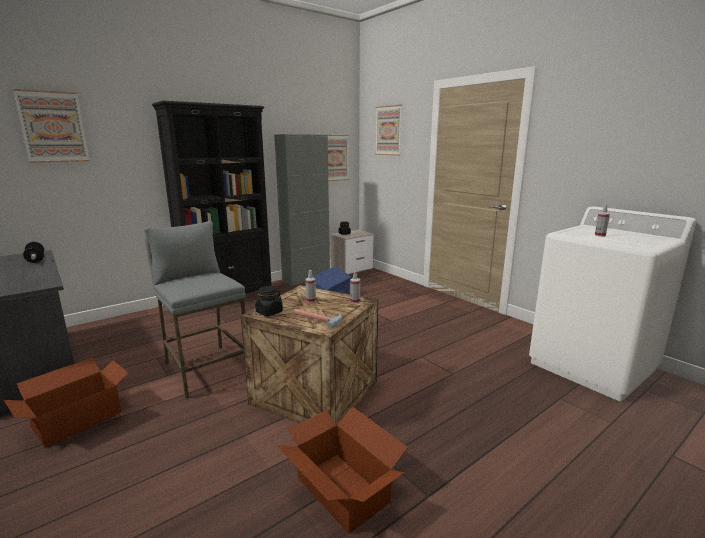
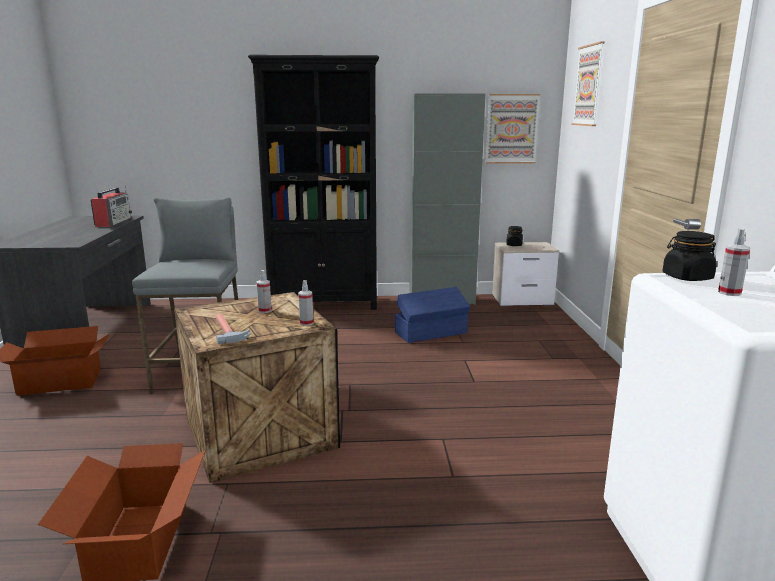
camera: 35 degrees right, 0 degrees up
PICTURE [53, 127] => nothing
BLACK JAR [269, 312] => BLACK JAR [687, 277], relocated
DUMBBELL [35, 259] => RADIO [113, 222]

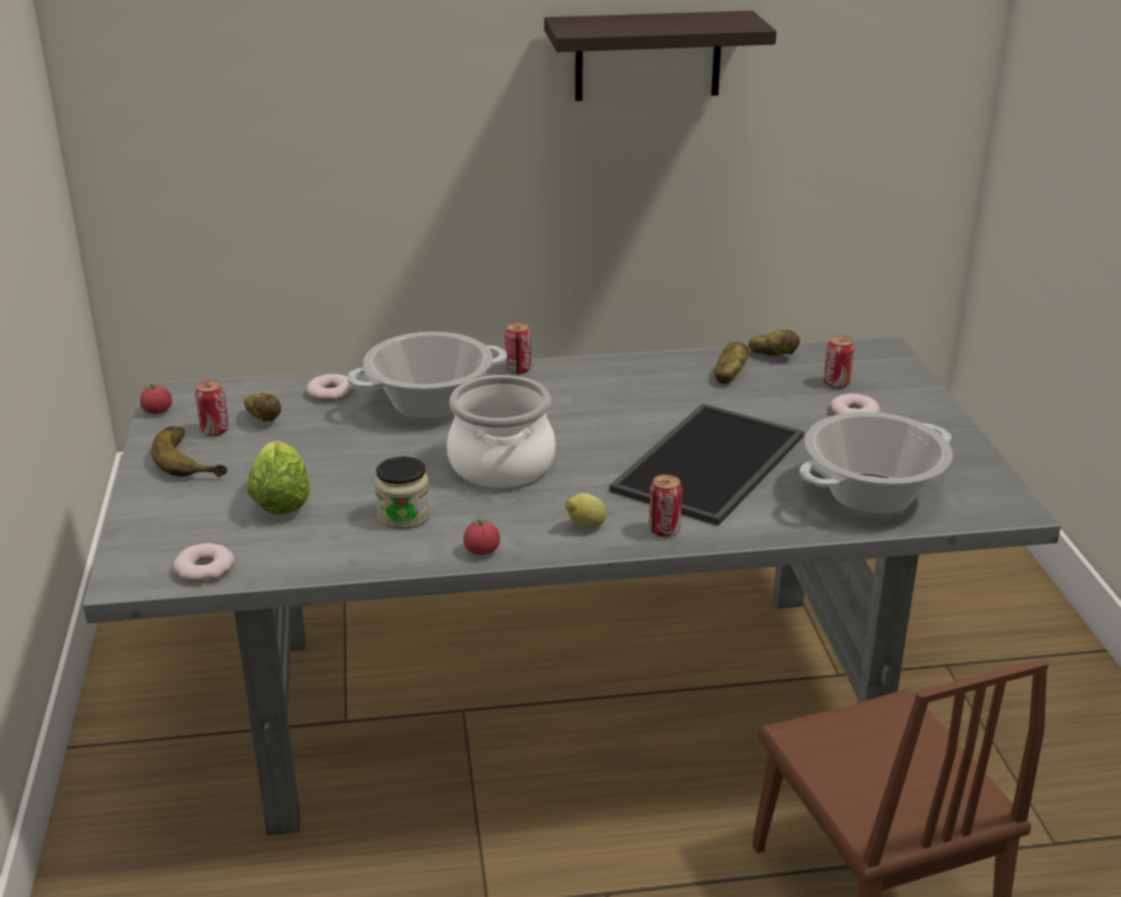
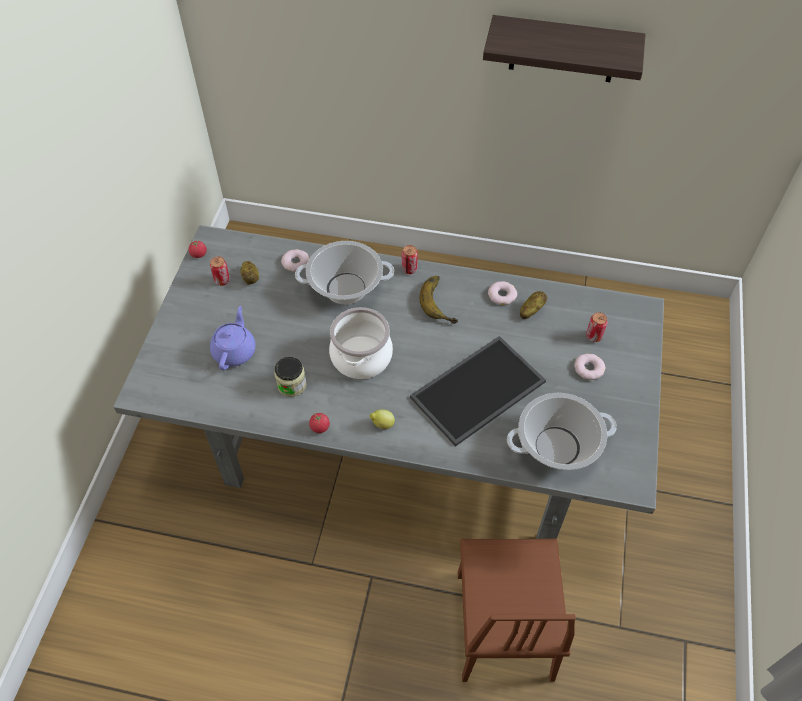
camera: 20 degrees right, 25 degrees up
CAN [664, 530] => nothing
POTATO [773, 356] => nothing
BANANA [195, 457] => BANANA [442, 301], relocated
DONUT [205, 568] => DONUT [502, 295], relocated
LETTUCE [281, 498] => PURPLE TEAPOT [235, 351]

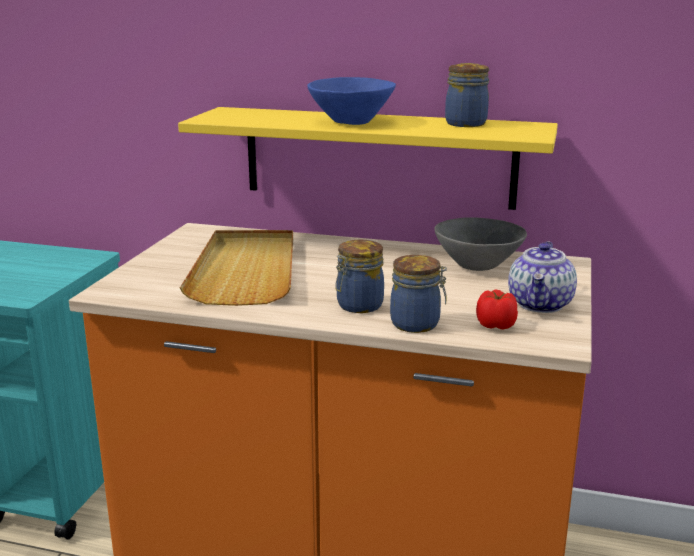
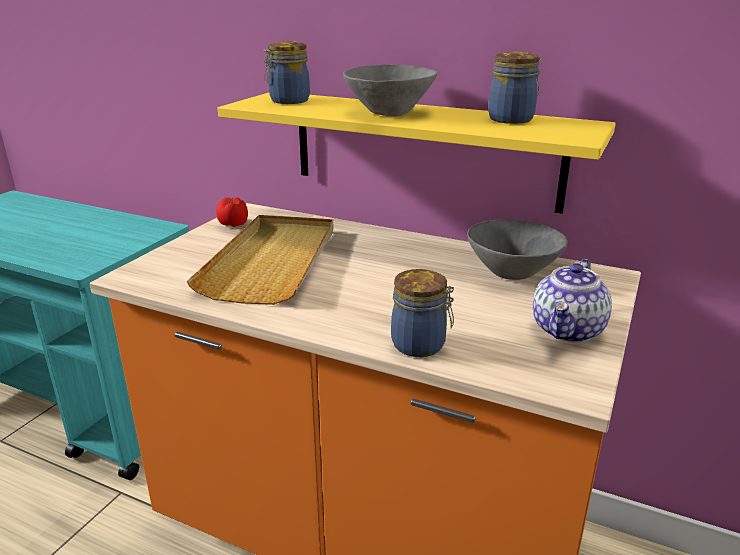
camera: 10 degrees right, 5 degrees up
JAR [358, 306] => JAR [288, 101], relocated
TOMATO [495, 325] => TOMATO [234, 224], relocated
BLUE BOWL [351, 122] => GREY BOWL [388, 113]

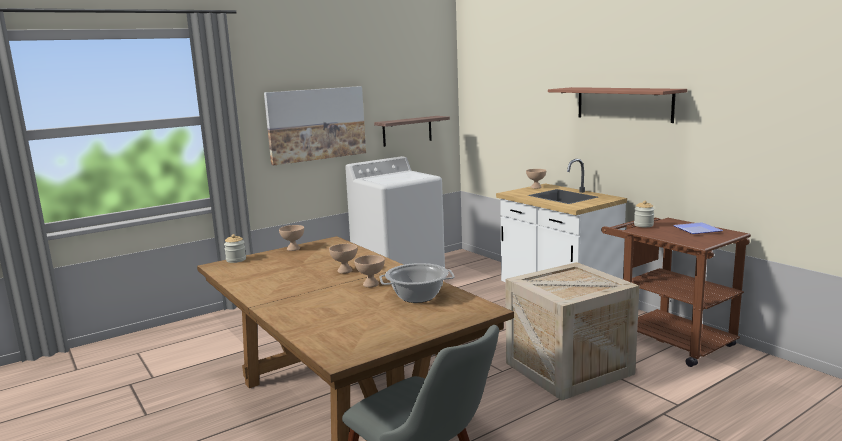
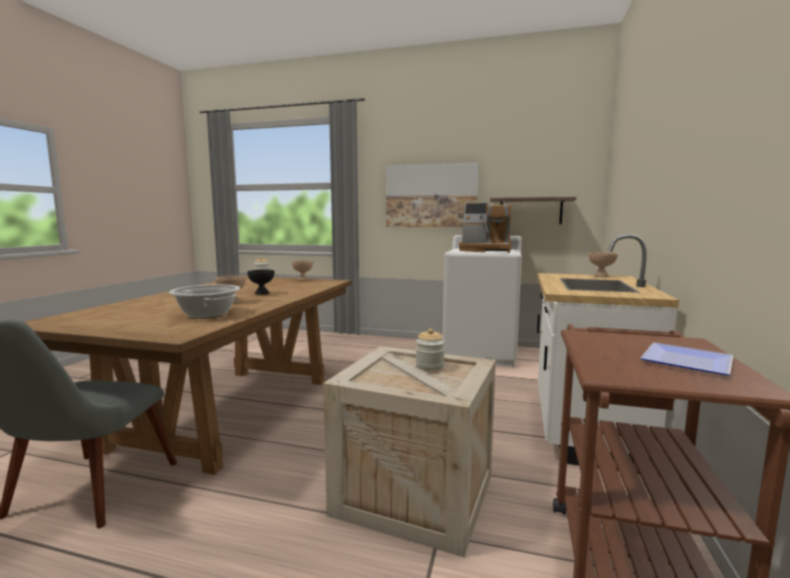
camera: 50 degrees right, 5 degrees down
SHELF [623, 104] => nothing
nothing => COFFEE MACHINE [486, 250]
JAR [643, 225] => JAR [430, 366], relocated
BEIGE BOWL [345, 271] => BLACK BOWL [261, 293]

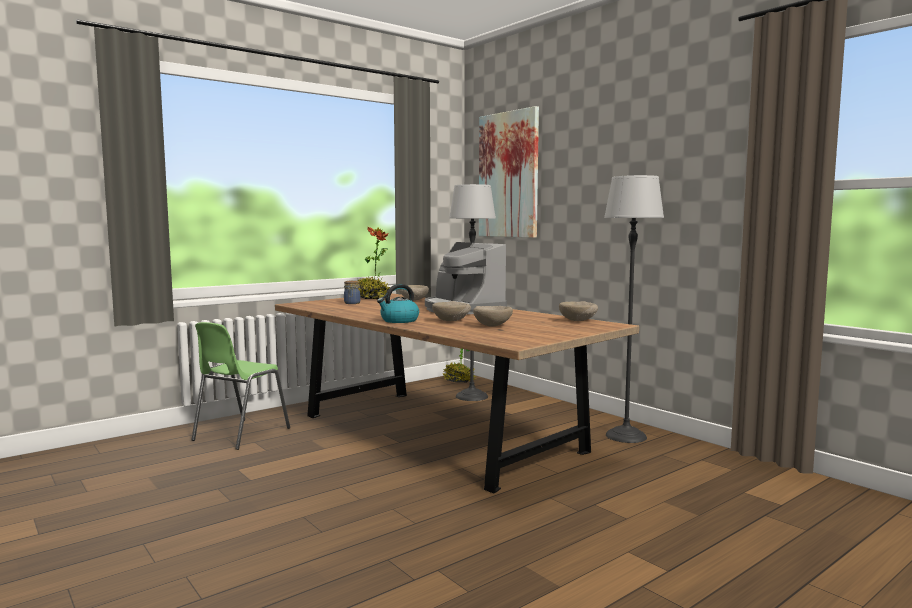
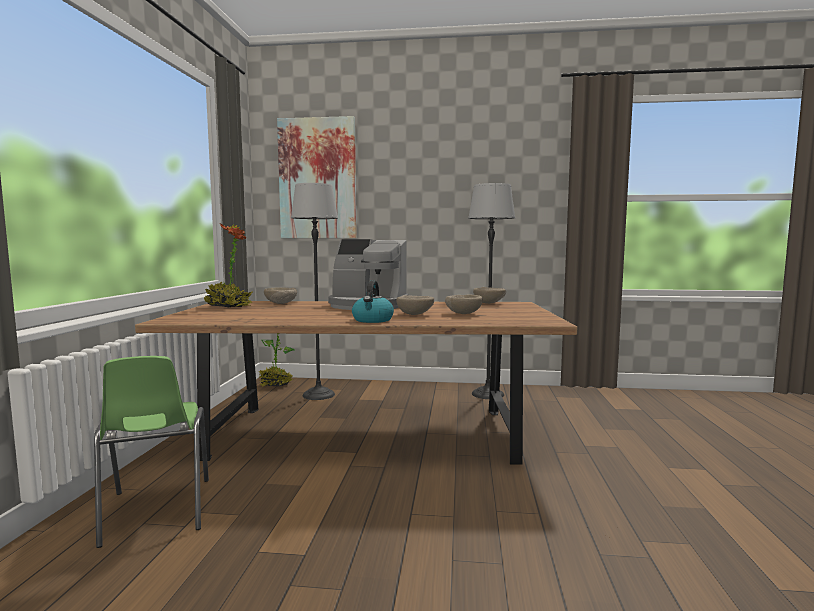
camera: 45 degrees left, 0 degrees up
JAR [352, 303] => nothing

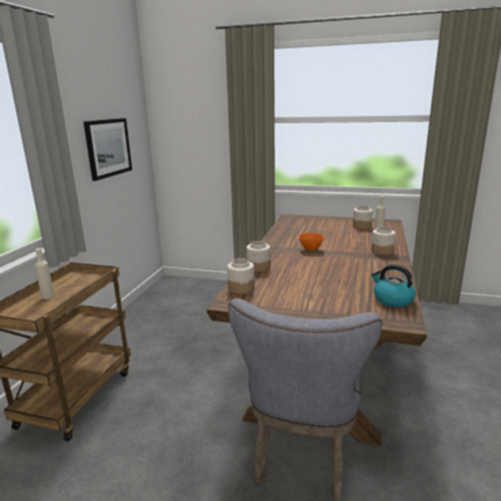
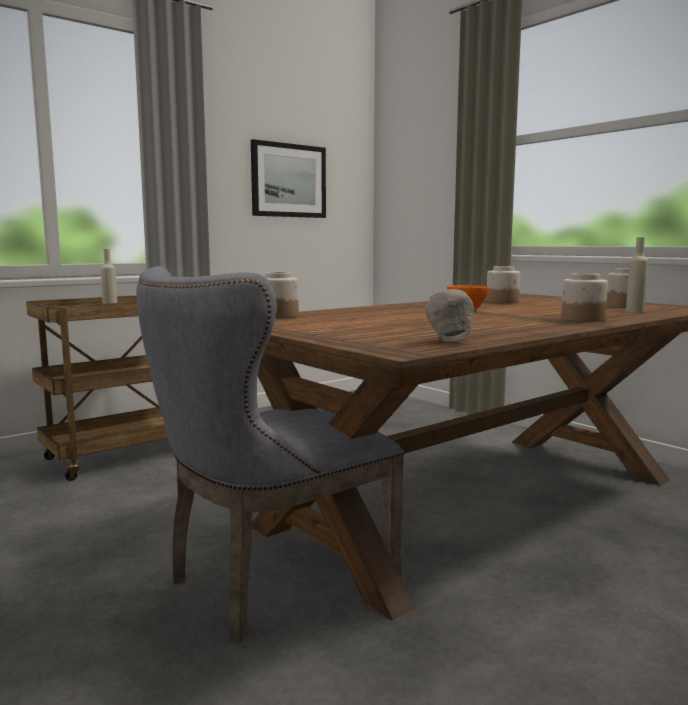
camera: 35 degrees right, 10 degrees down
JAR [259, 267] => JAR [502, 301], relocated
KETTLE [392, 300] => GREY BOWL [449, 341]

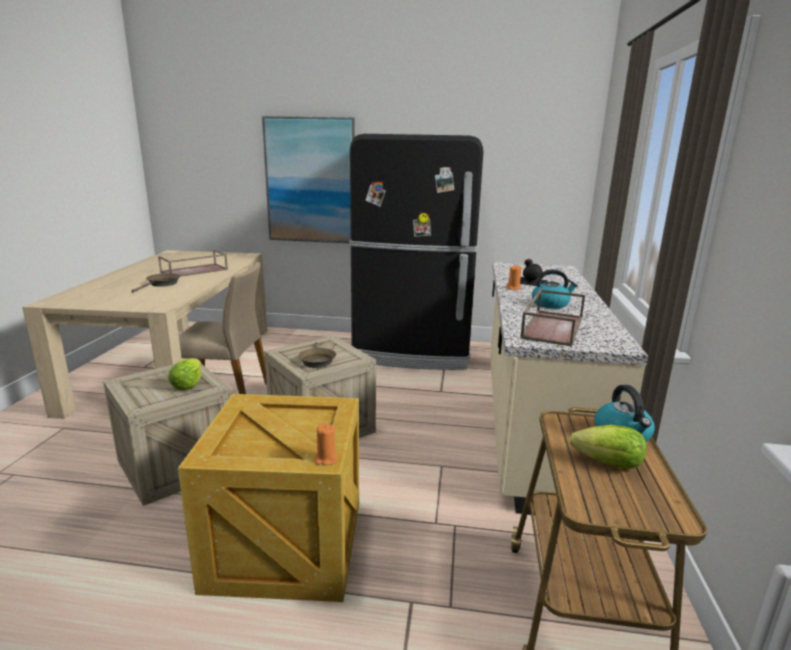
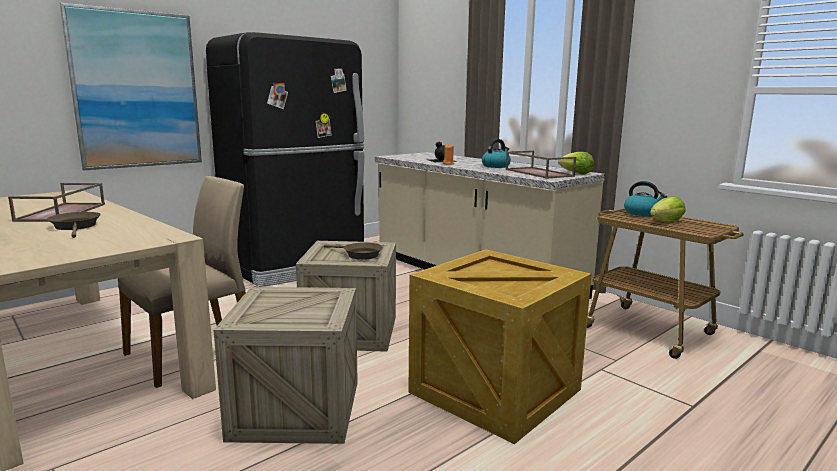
camera: 50 degrees left, 5 degrees down
ORANGE CANDLE [326, 459] => nothing
LETTUCE [187, 385] => LETTUCE [576, 173], relocated

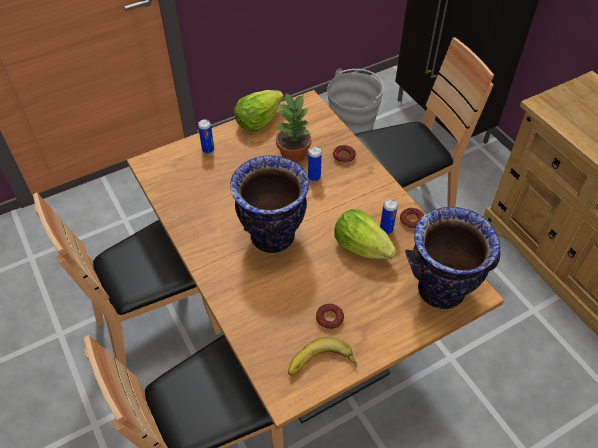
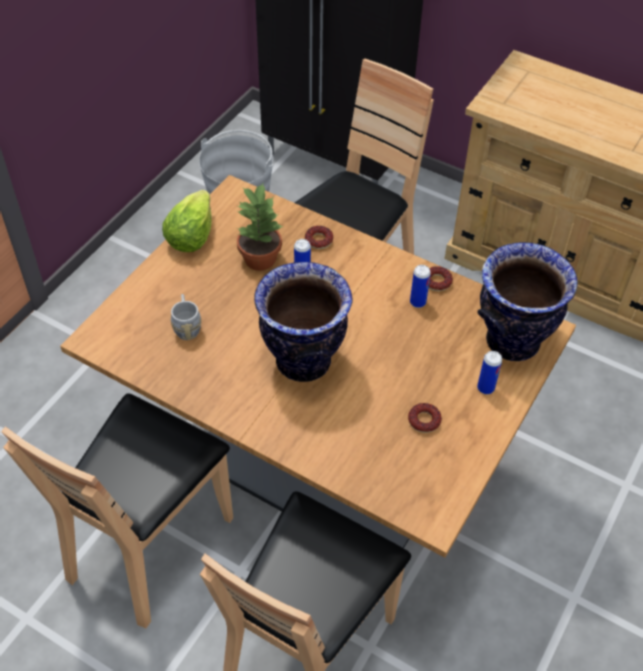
camera: 30 degrees left, 0 degrees up
BANANA [321, 365] => nothing
LETTUCE [361, 246] => nothing
nothing => GREY MUG [187, 326]
CAN [208, 150] => CAN [485, 388], relocated

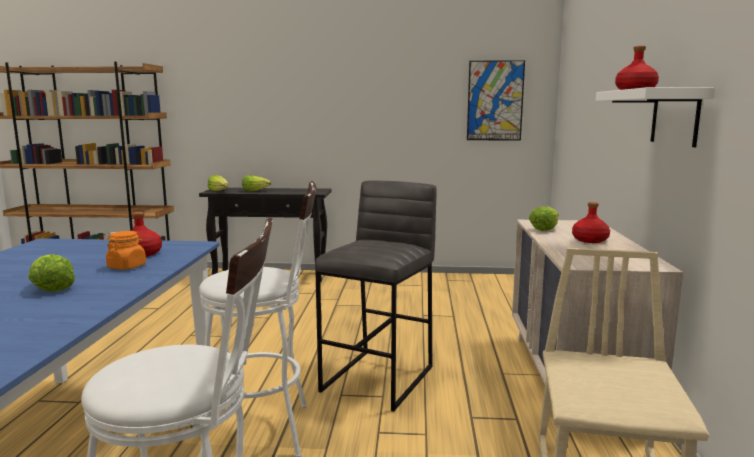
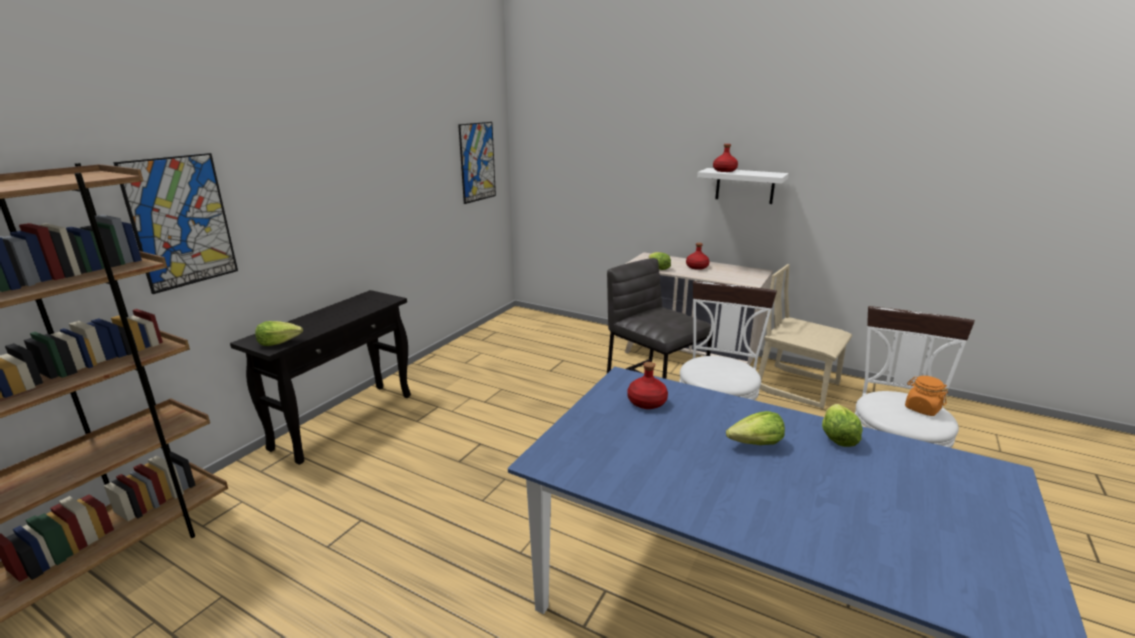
camera: 65 degrees left, 10 degrees up
nothing => PICTURE [181, 222]
ORANGE JAR [127, 266] => ORANGE JAR [922, 409], relocated
LETTUCE [255, 190] => LETTUCE [837, 436], relocated

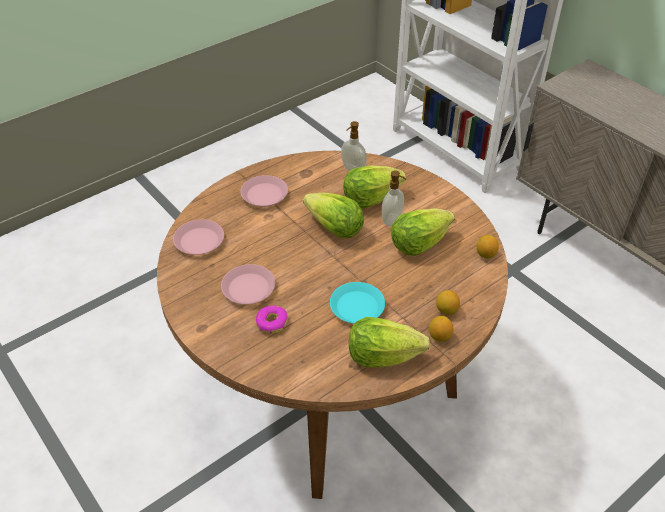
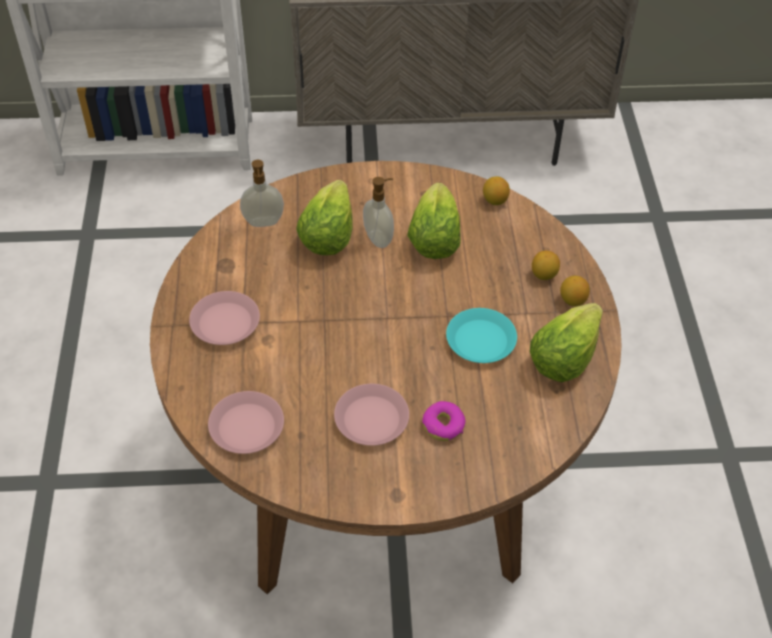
camera: 55 degrees left, 5 degrees up
LETTUCE [334, 229] => nothing

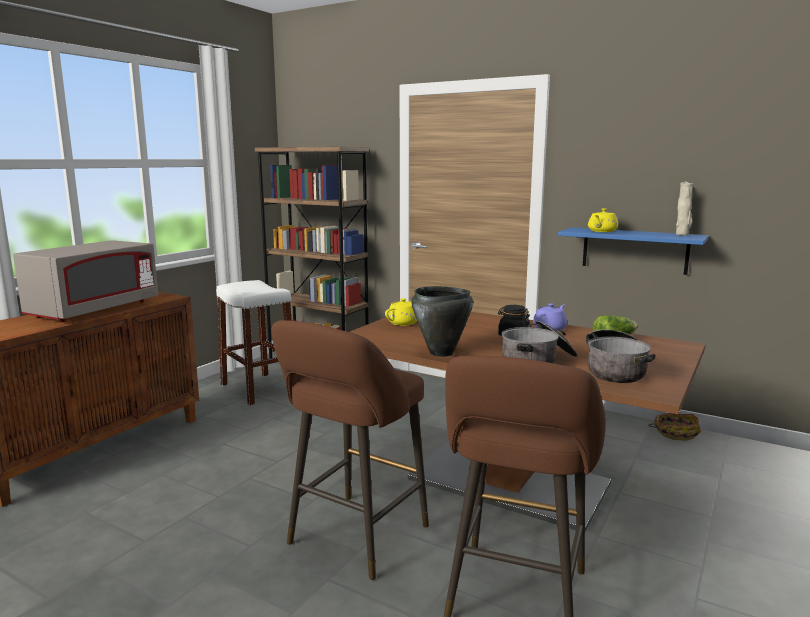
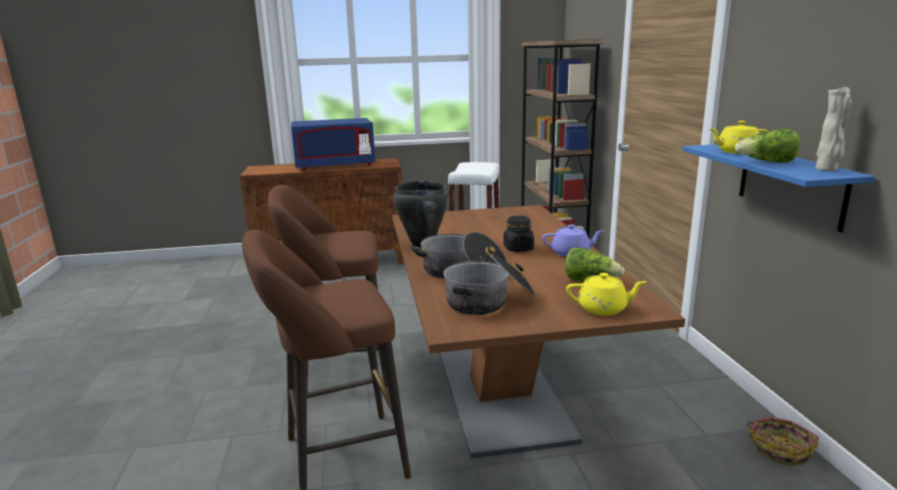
camera: 50 degrees right, 5 degrees up
nothing => LETTUCE [767, 162]
YELLOW TEAPOT [404, 323] => YELLOW TEAPOT [603, 309], relocated
GREY MICROWAVE [94, 310] => BLUE MICROWAVE [335, 166]

